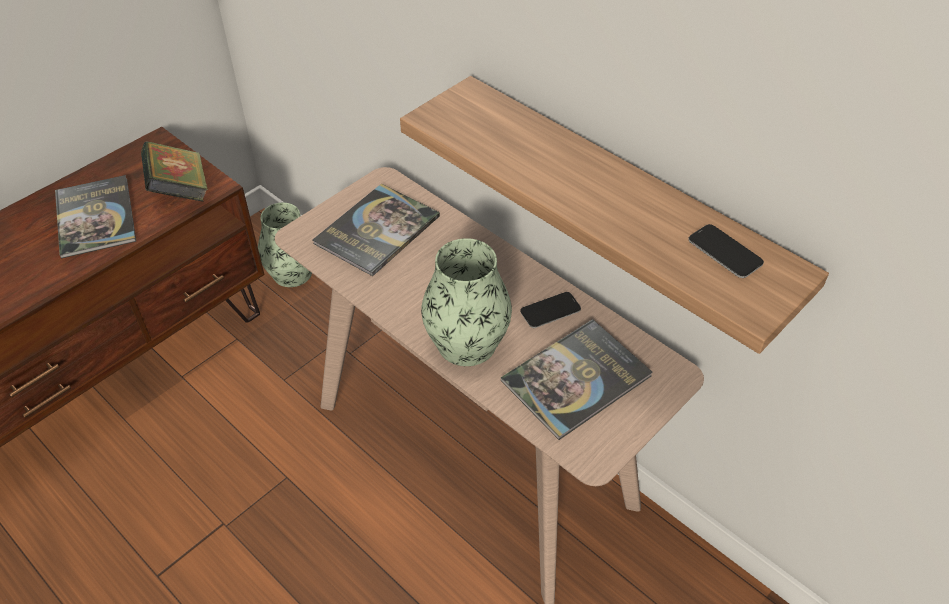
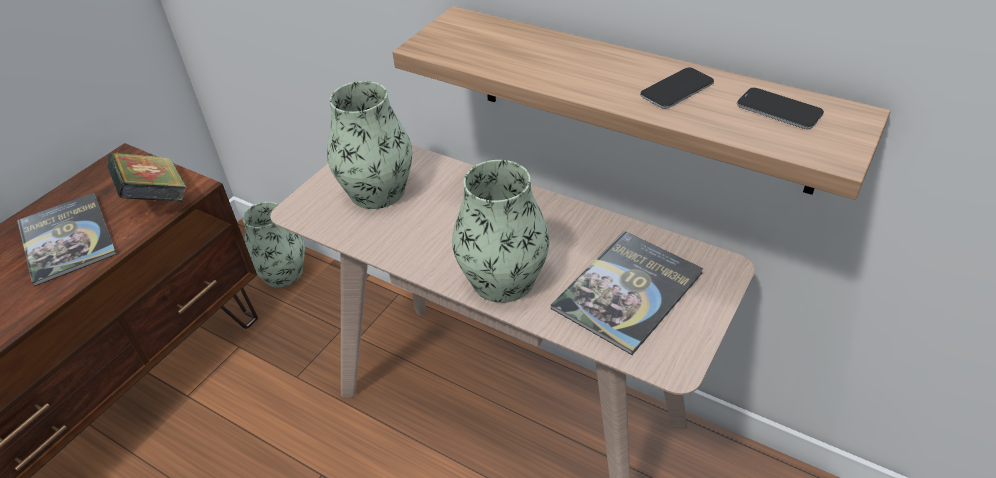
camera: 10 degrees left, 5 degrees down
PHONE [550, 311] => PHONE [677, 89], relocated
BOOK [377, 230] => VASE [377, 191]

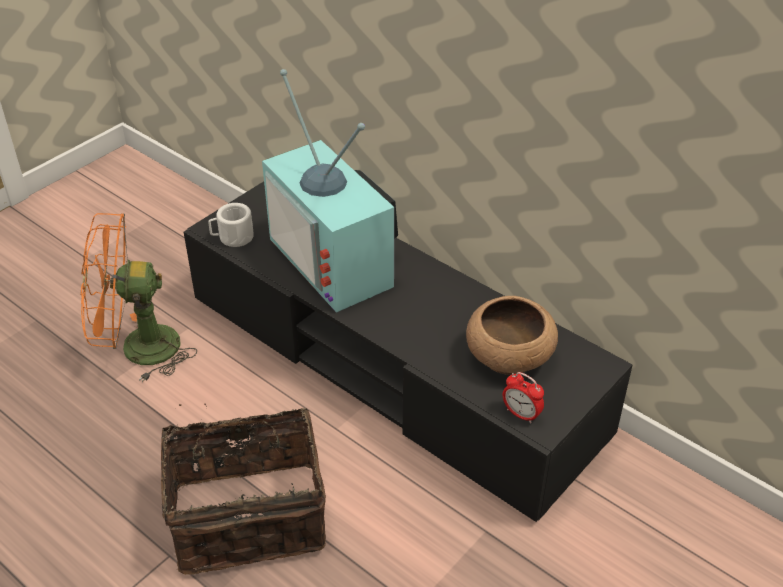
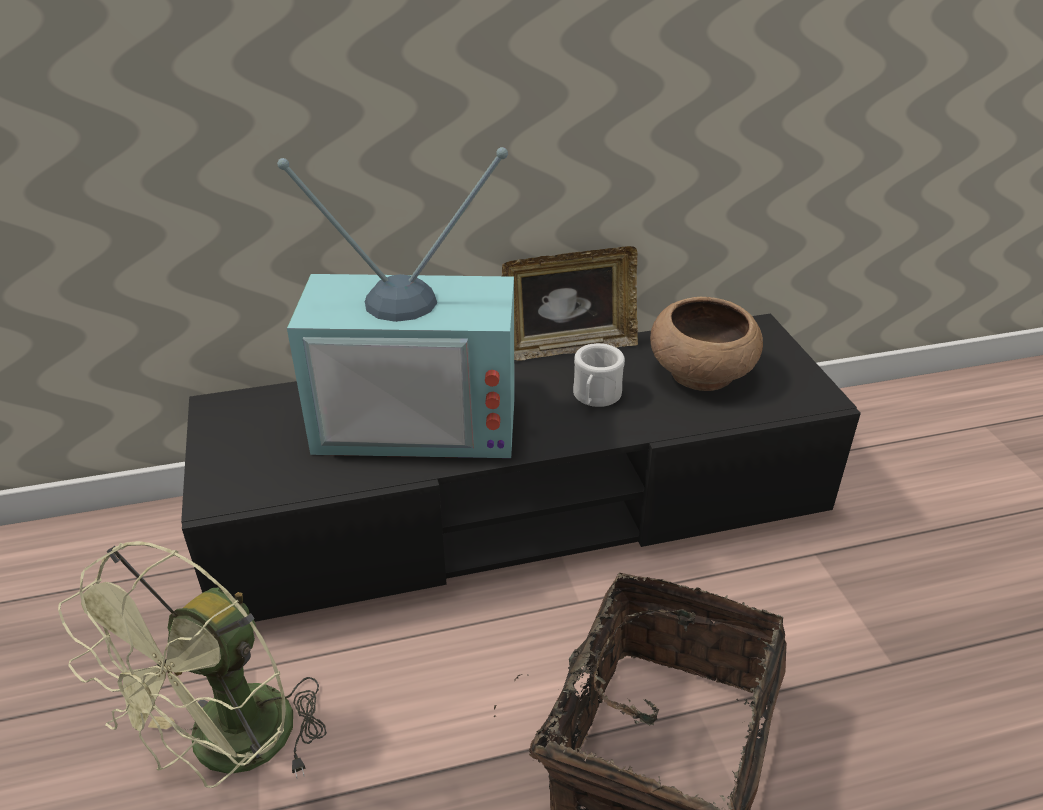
camera: 55 degrees left, 5 degrees down
ALARM CLOCK [521, 414] => nothing
nothing => PICTURE FRAME [569, 346]
WHITE MUG [232, 237] => WHITE MUG [595, 396], relocated
ORANGE FAN [137, 349] => GREEN FAN [229, 751]

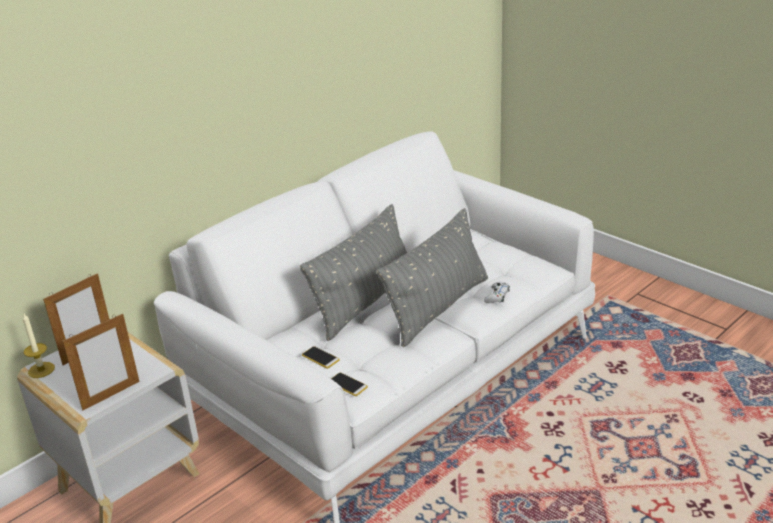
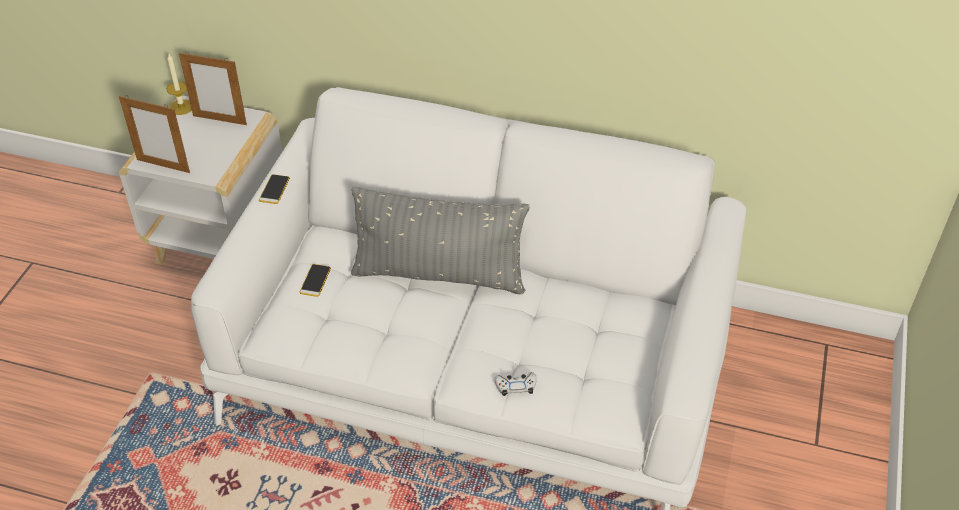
camera: 60 degrees right, 15 degrees up
GREY PILLOW [438, 308] => nothing
PHONE [347, 384] => PHONE [274, 189], relocated

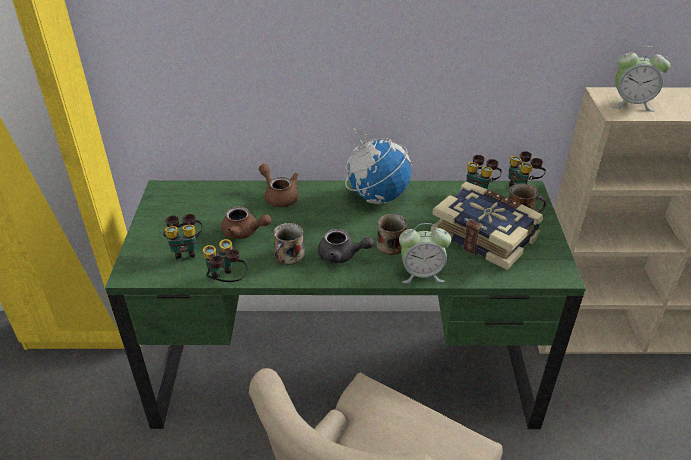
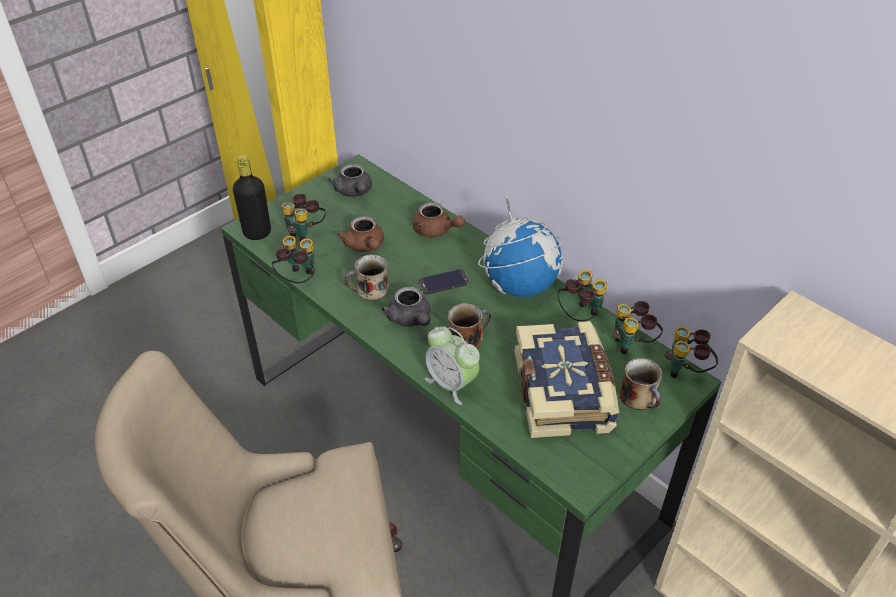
camera: 45 degrees right, 5 degrees up
ALARM CLOCK [631, 104] => nothing
nothing => BLACK BOTTLE [257, 233]
nothing => GREY TEAPOT [354, 192]
nothing => PHONE [443, 282]
nothing => BINOCULARS [579, 316]
BROWN TEAPOT [279, 196] => BROWN TEAPOT [436, 231], 120 degrees clockwise

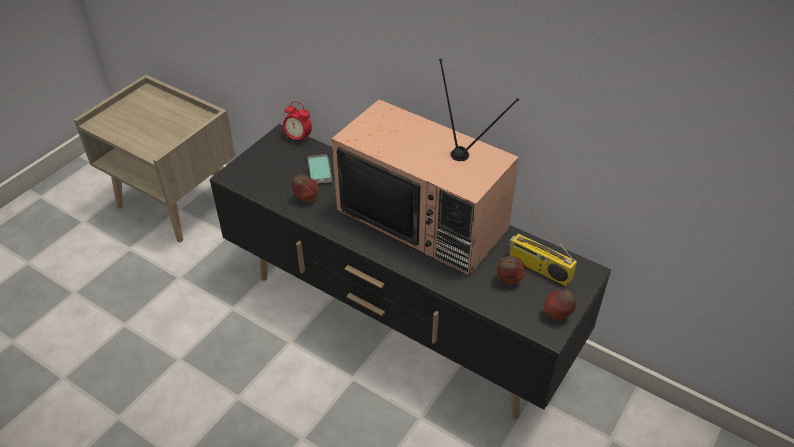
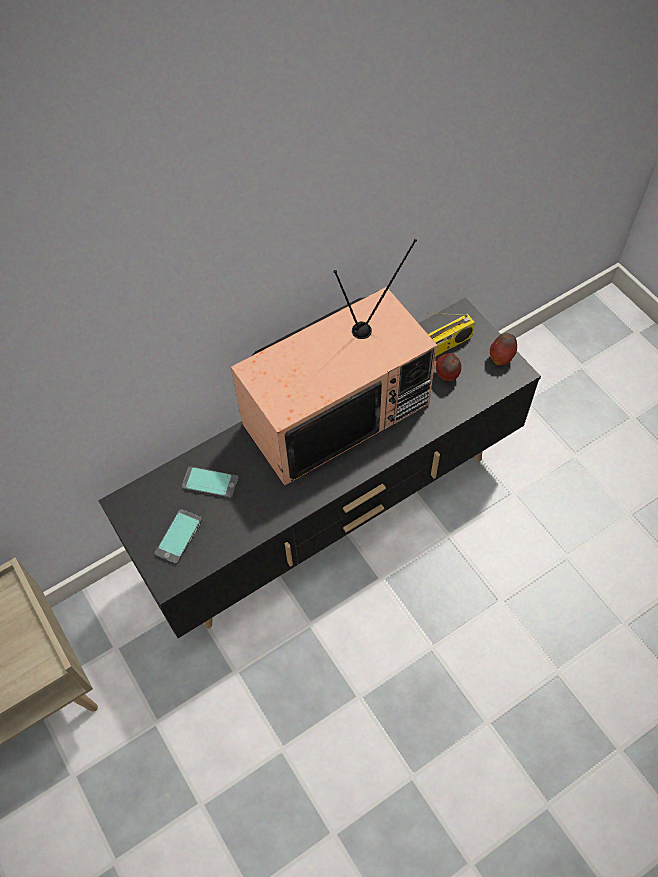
camera: 65 degrees left, 15 degrees up
ALARM CLOCK [298, 138] => nothing
APPLE [306, 199] => nothing
nothing => PHONE [179, 537]

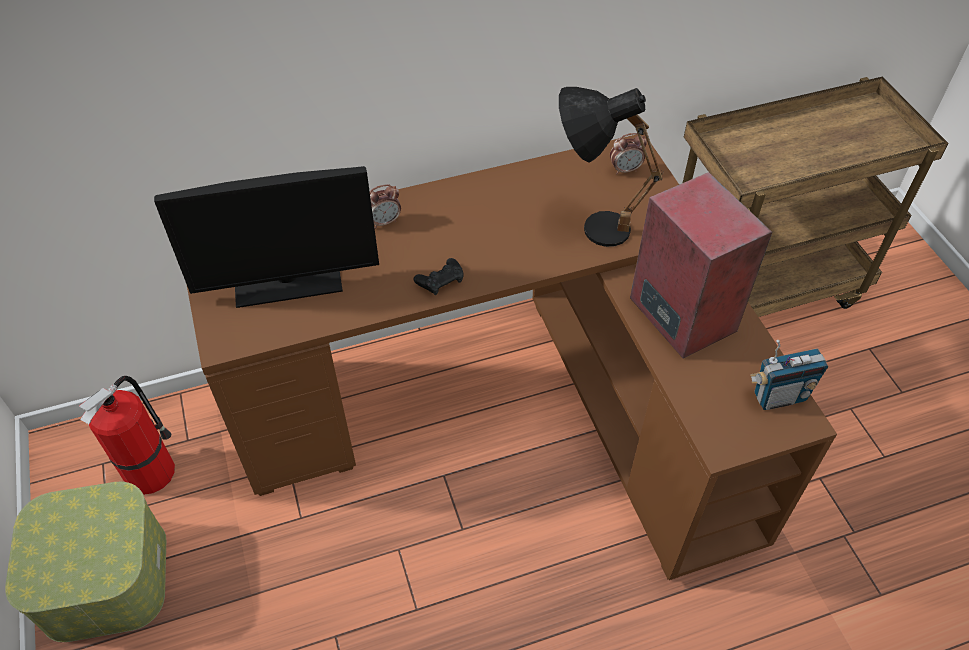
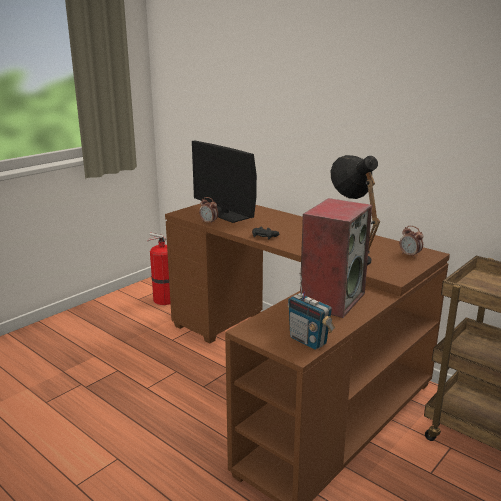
camera: 60 degrees right, 30 degrees down
STORAGE BOX [105, 578] => nothing
ALARM CLOCK [384, 222] => ALARM CLOCK [209, 222], relocated

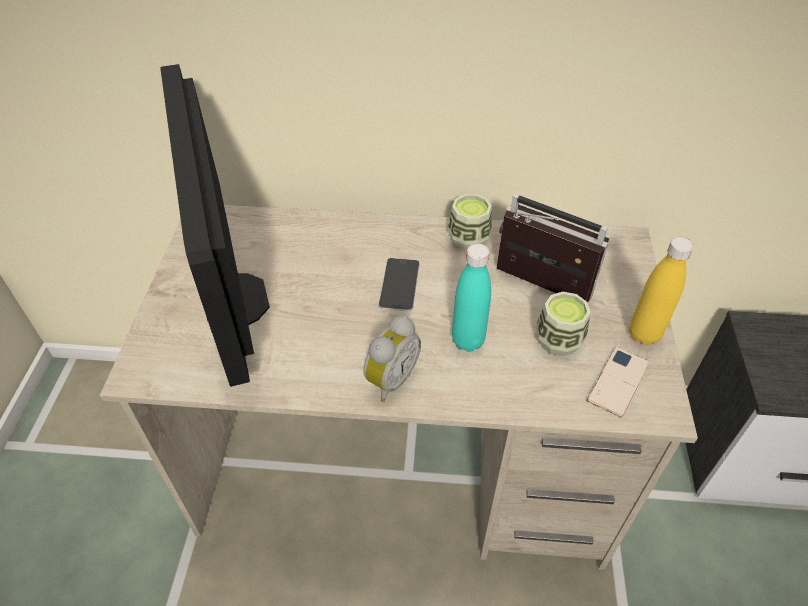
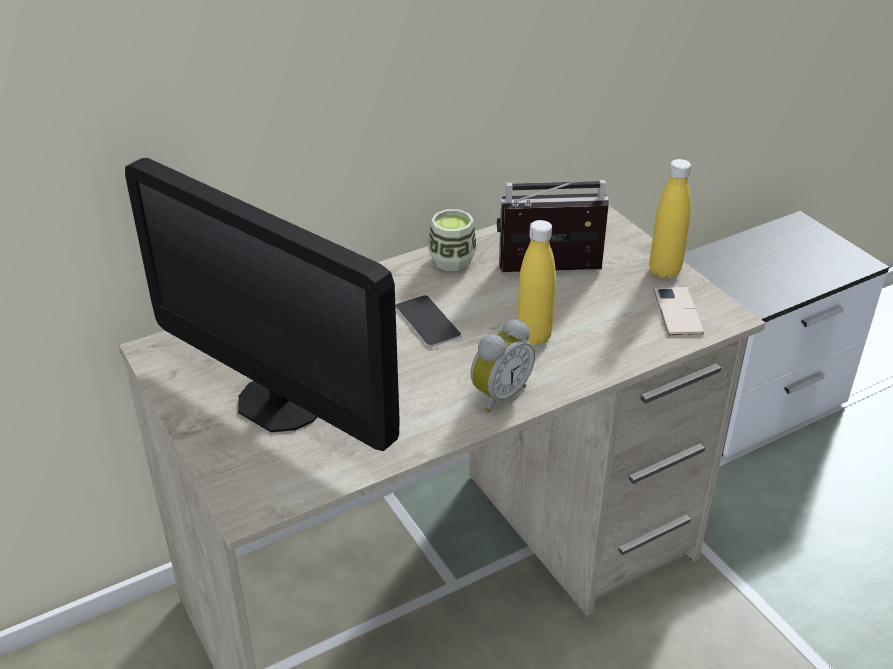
camera: 35 degrees left, 10 degrees down
CUP [558, 341] => nothing
TURQUOISE BOTTLE [468, 341] => YELLOW BOTTLE [533, 337]
ALARM CLOCK [389, 379] => ALARM CLOCK [498, 394], 45 degrees clockwise

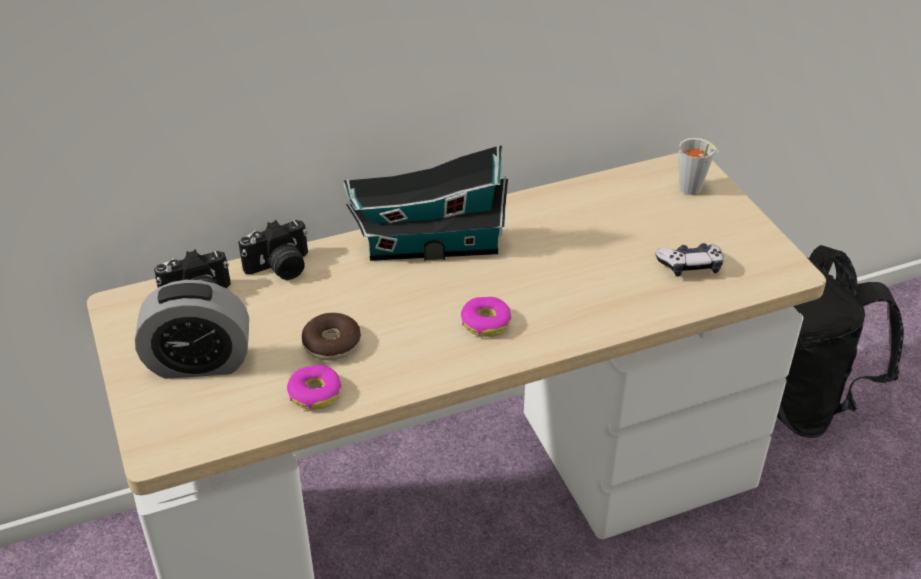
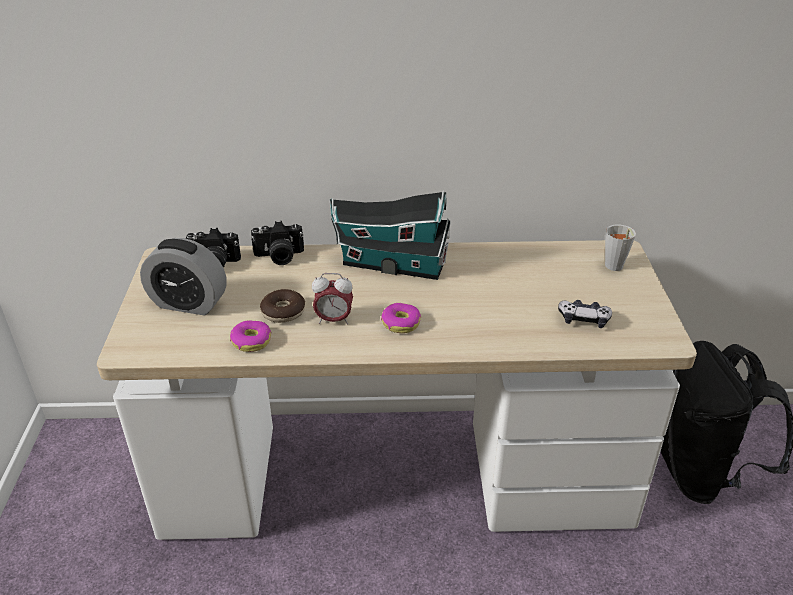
camera: 20 degrees right, 5 degrees down
nothing => ALARM CLOCK [334, 320]

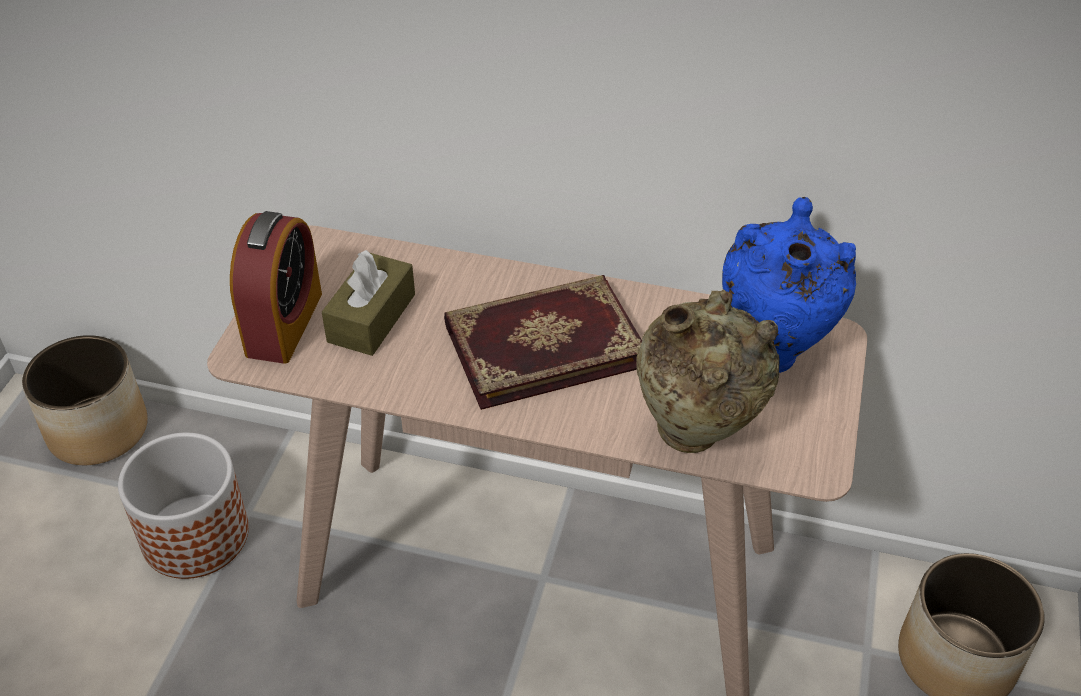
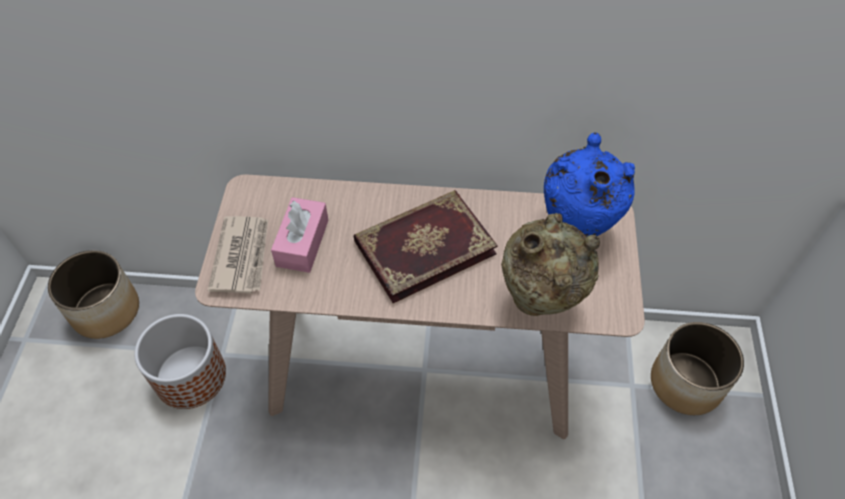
camera: 10 degrees left, 10 degrees up
ALARM CLOCK [284, 323] => NEWSPAPER [242, 256]
BROWN TISSUE BOX [371, 318] => PINK TISSUE BOX [302, 243]

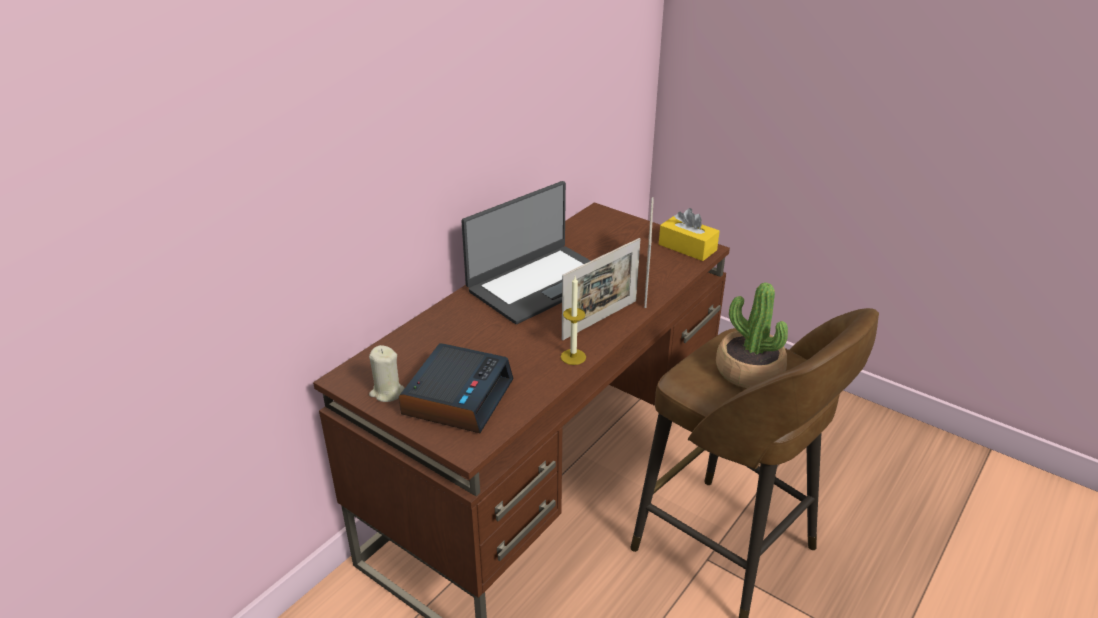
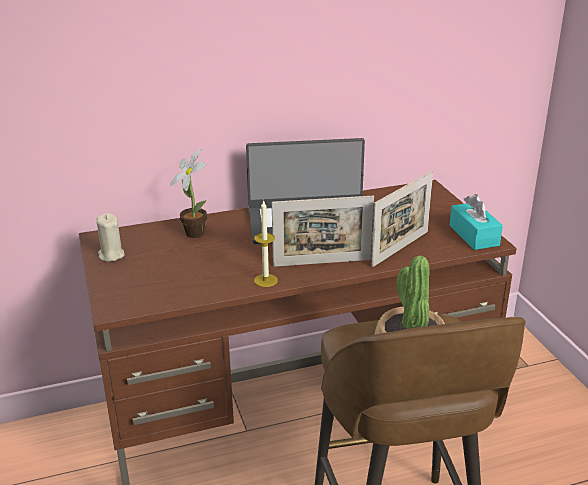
camera: 35 degrees right, 5 degrees down
ALARM CLOCK [457, 397] => nothing
nothing => POTTED PLANT [194, 232]
YELLOW TISSUE BOX [687, 247] => TURQUOISE TISSUE BOX [474, 235]

